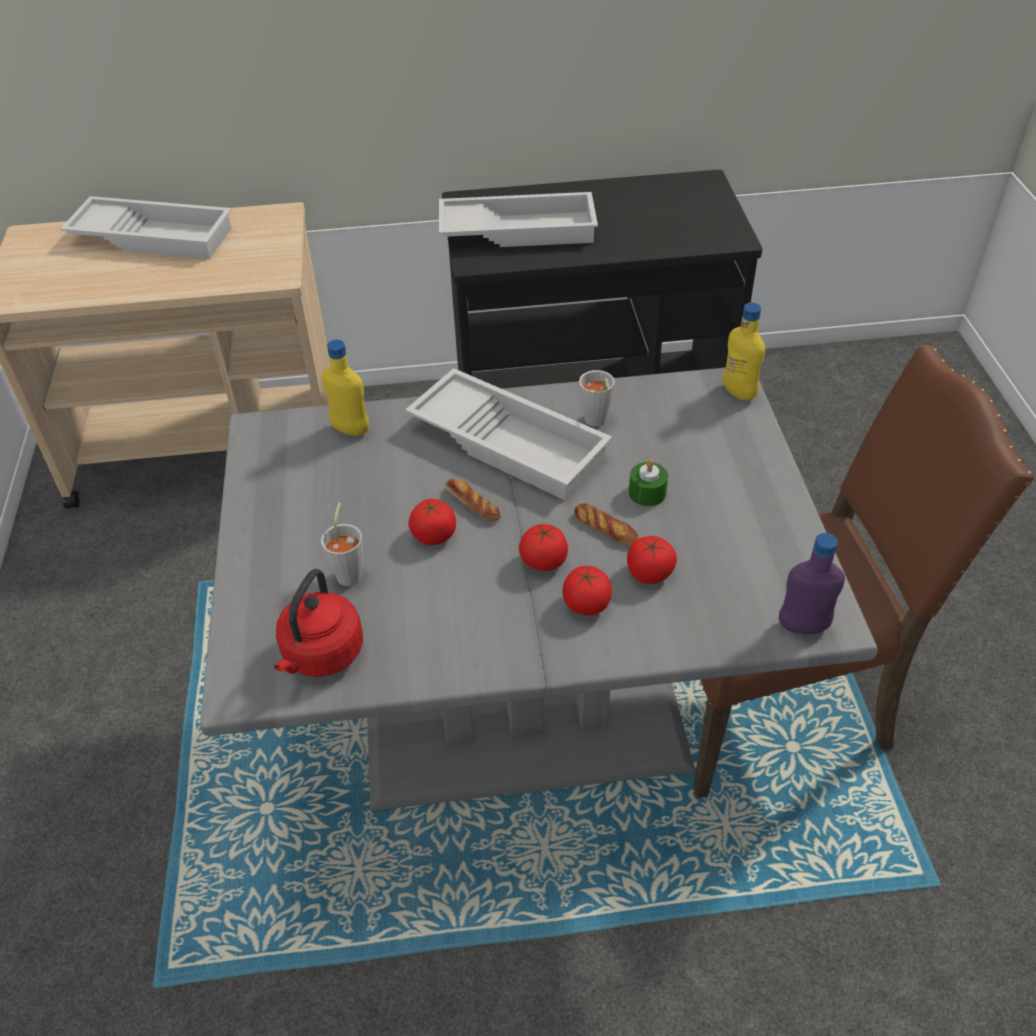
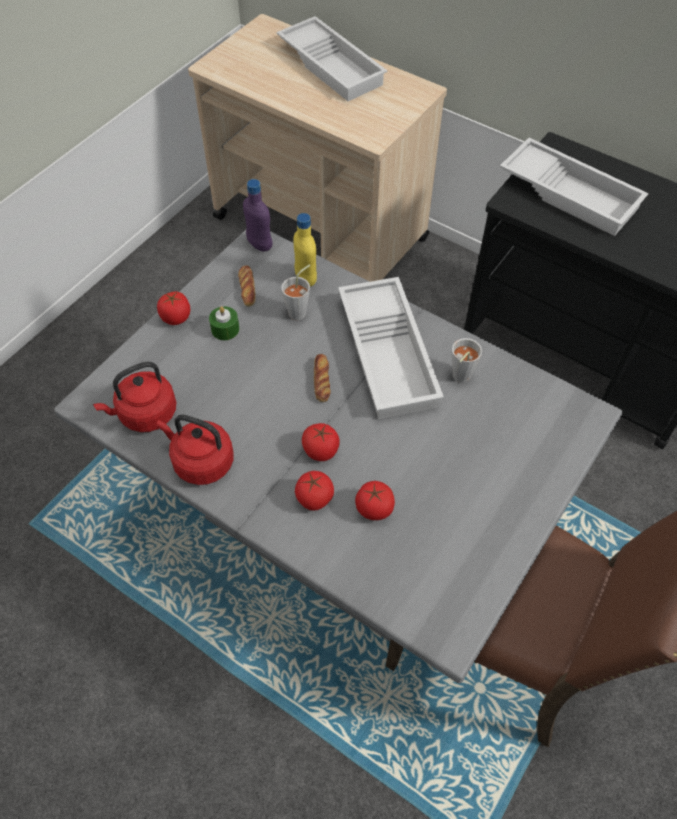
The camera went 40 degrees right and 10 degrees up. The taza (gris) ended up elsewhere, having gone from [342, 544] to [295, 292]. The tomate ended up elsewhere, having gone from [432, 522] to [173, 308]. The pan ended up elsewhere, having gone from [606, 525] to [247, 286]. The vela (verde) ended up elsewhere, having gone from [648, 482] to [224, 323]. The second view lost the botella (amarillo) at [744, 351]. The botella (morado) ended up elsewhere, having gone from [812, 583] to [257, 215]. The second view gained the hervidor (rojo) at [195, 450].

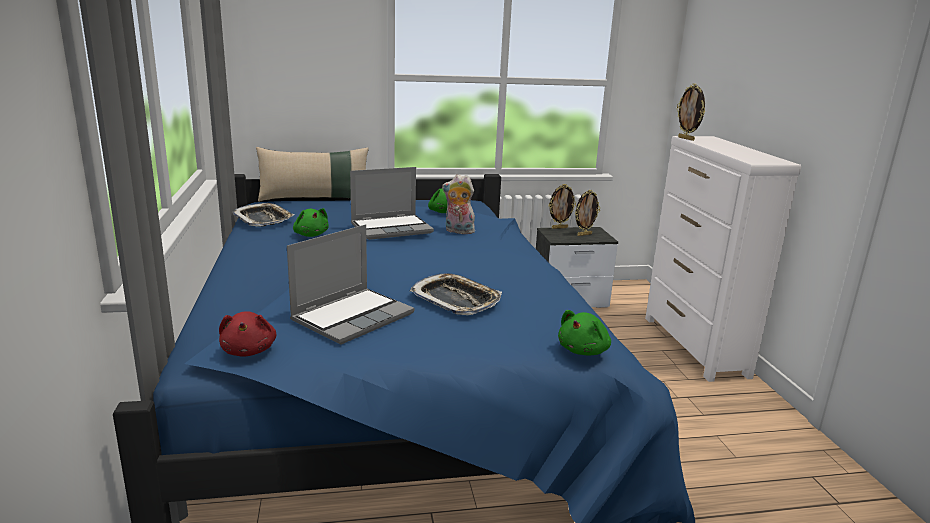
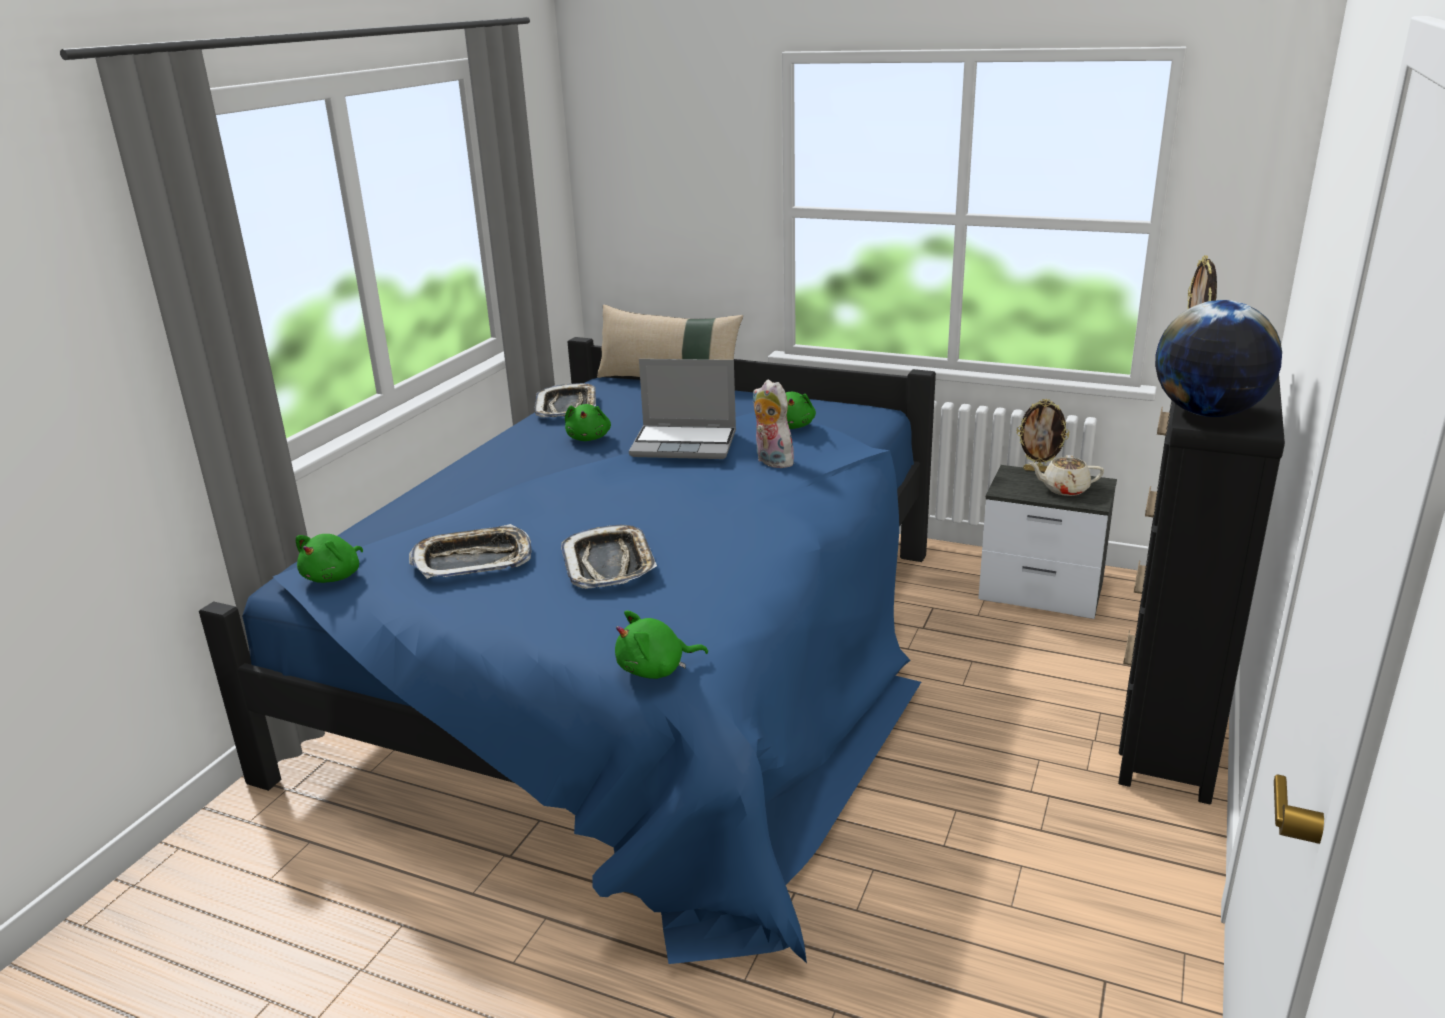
The camera went 35 degrees right and 5 degrees up. What was the peluche (rojo) at [247, 334] turned into the peluche (verde) at [329, 558]. Where the portátil stood at [351, 284], the bandeja came to stand at [470, 551]. Where the portarretratos stood at [587, 213], the tetera (beis) came to stand at [1066, 475]. What was the cómoda (blanco) at [723, 259] turned into the cómoda (negro) at [1201, 590]. The second view gained the globo terráqueo at [1218, 358].

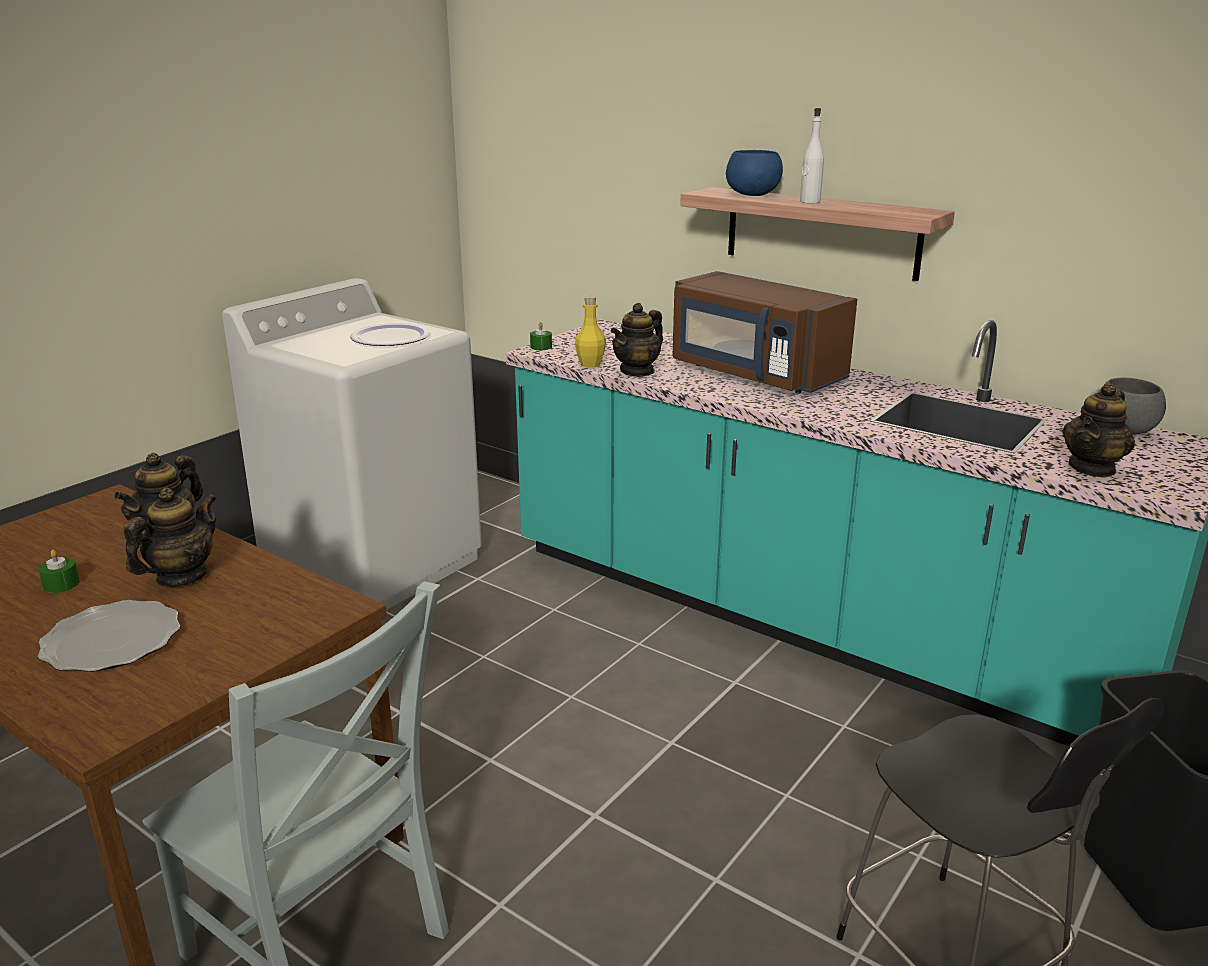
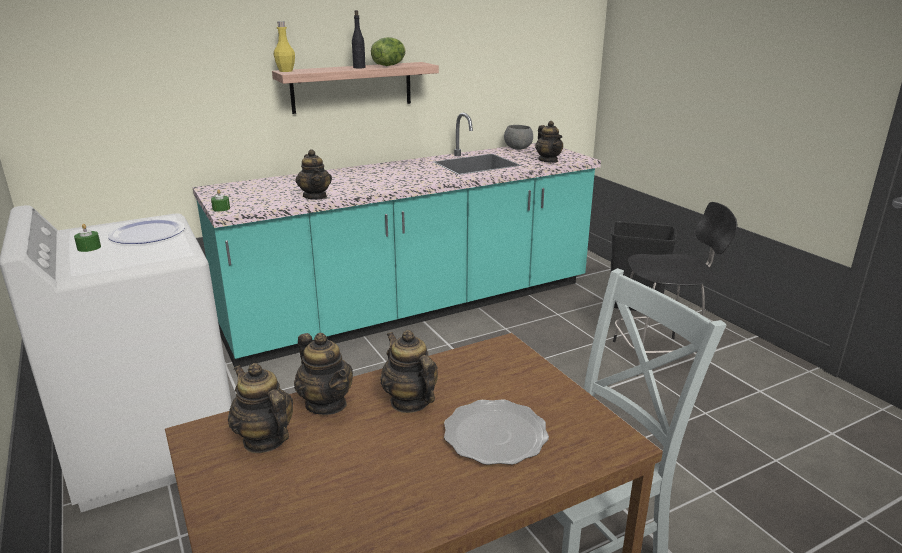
The camera went 65 degrees left and 0 degrees up. The vela (verde) ended up elsewhere, having gone from [59, 571] to [87, 238]. The botella (amarillo) ended up elsewhere, having gone from [590, 332] to [284, 46]. The second view lost the microondas (marrón) at [765, 332]. The second view lost the cuenco (azul) at [754, 173]. What was the botella (blanco) at [812, 155] turned into the botella (negro) at [359, 39]. The second view gained the tetera at [260, 408]. The second view gained the lechuga at [388, 51].

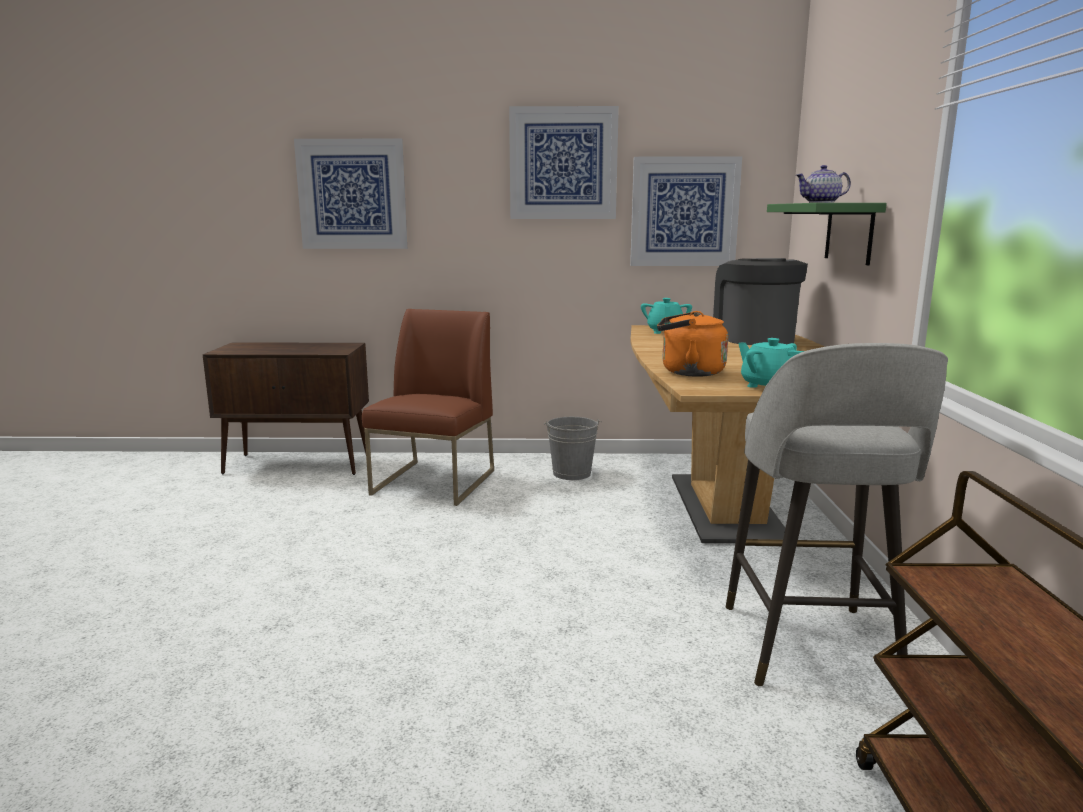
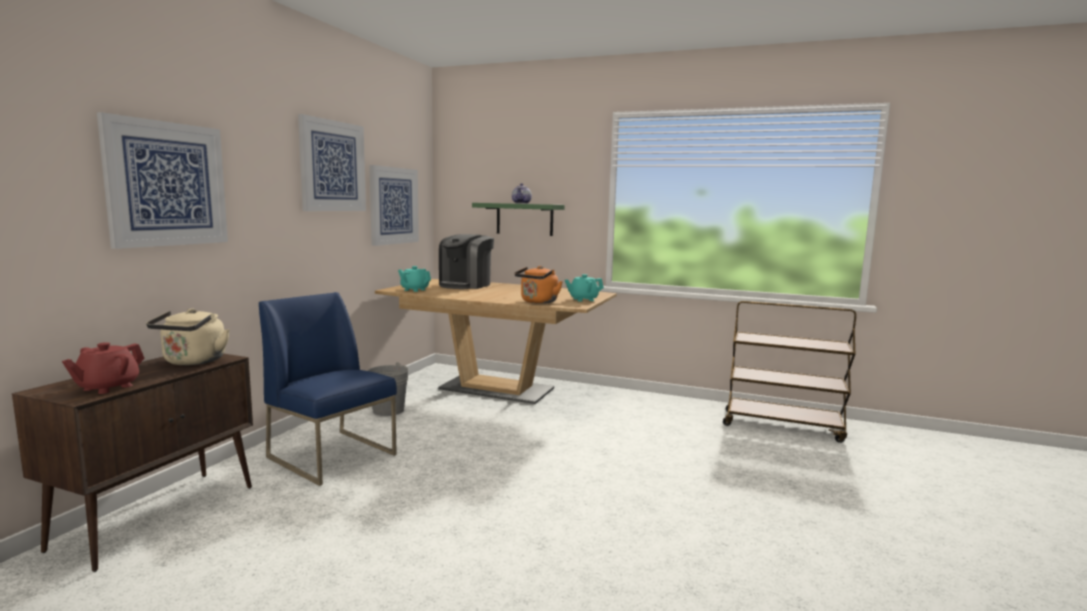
The camera went 70 degrees left and 5 degrees down. What was the silla (marrón) at [428, 407] turned into the silla (azul) at [328, 389]. The cafetera at [760, 301] ended up facing another way, 75 degrees counterclockwise from before. The second view lost the taburete (gris) at [837, 514]. The second view gained the tetera (rojo) at [103, 368]. The second view gained the hervidor (beis) at [188, 337].

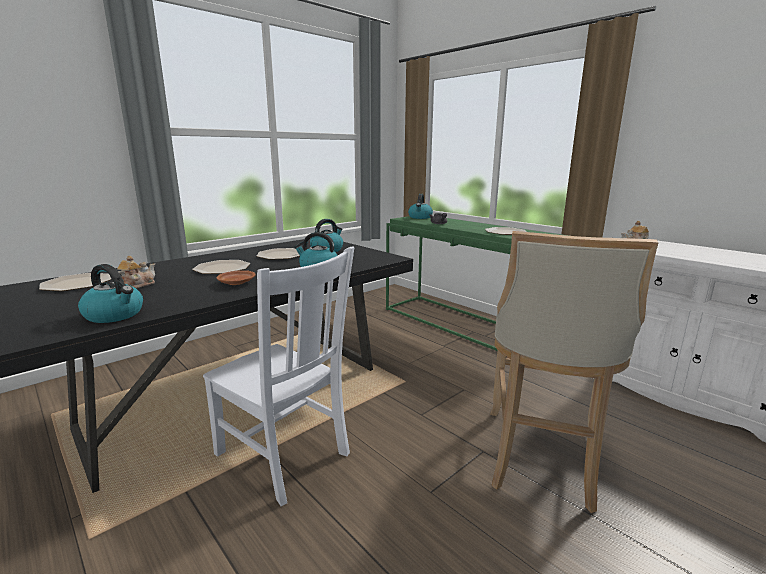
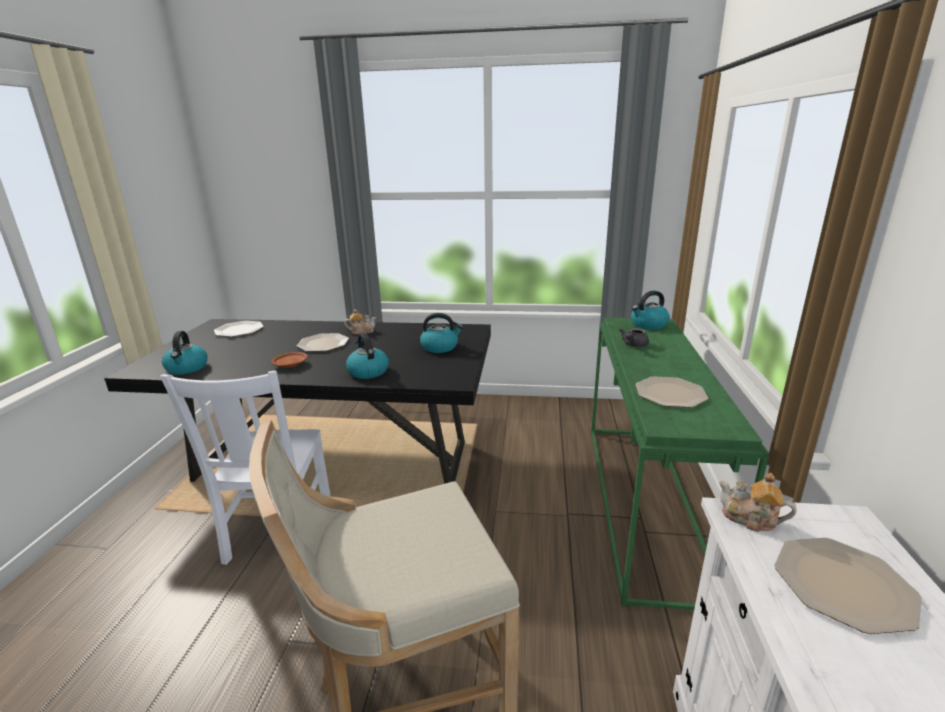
The camera went 50 degrees right and 5 degrees up. The tetera ended up elsewhere, having gone from [136, 272] to [360, 321]. The plato ended up elsewhere, having gone from [278, 254] to [848, 586].

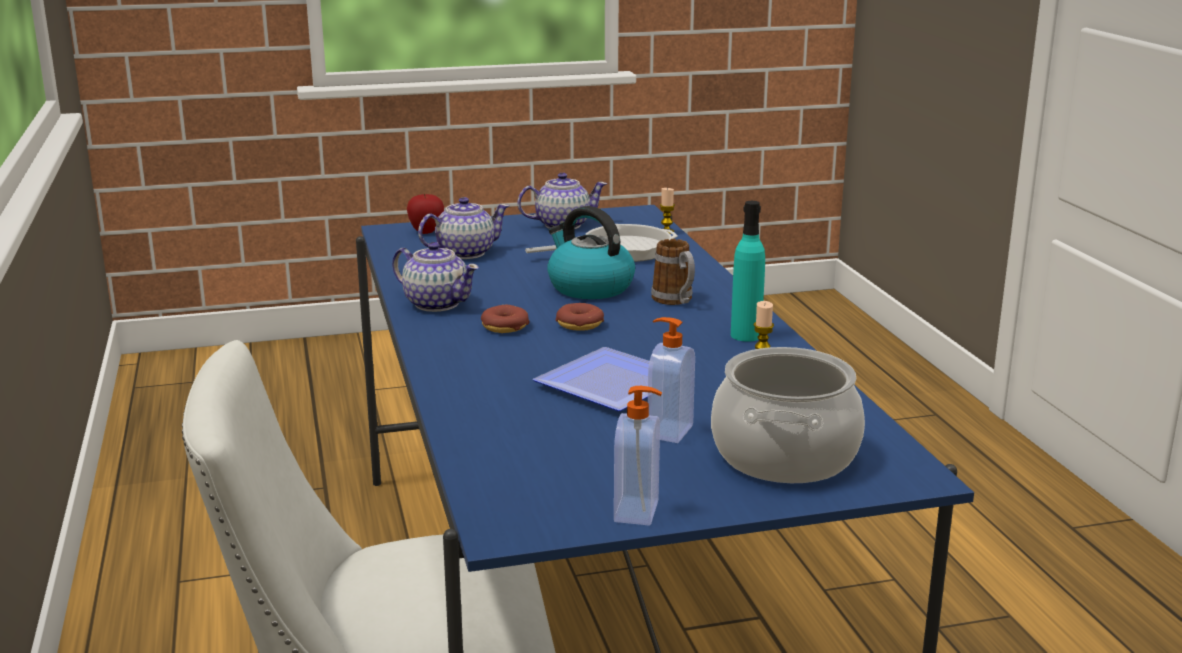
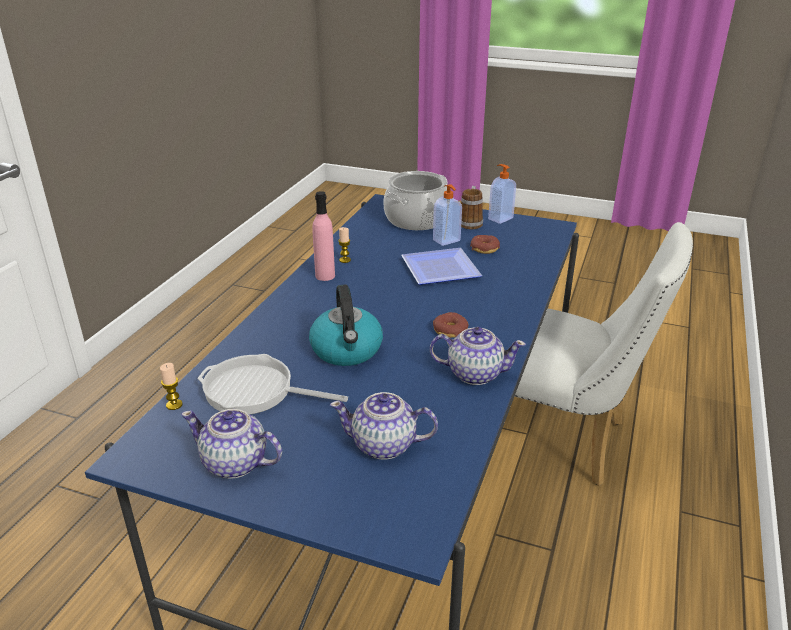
The camera went 145 degrees left and 10 degrees up. The tetera at [435, 277] ended up facing another way, 120 degrees clockwise from before. The second view lost the manzana at [425, 213]. The rosquilla ended up elsewhere, having gone from [579, 317] to [485, 244]. The taza grande ended up elsewhere, having gone from [673, 272] to [472, 207]. What was the botella (turquesa) at [748, 271] turned into the botella (rosa) at [323, 236].

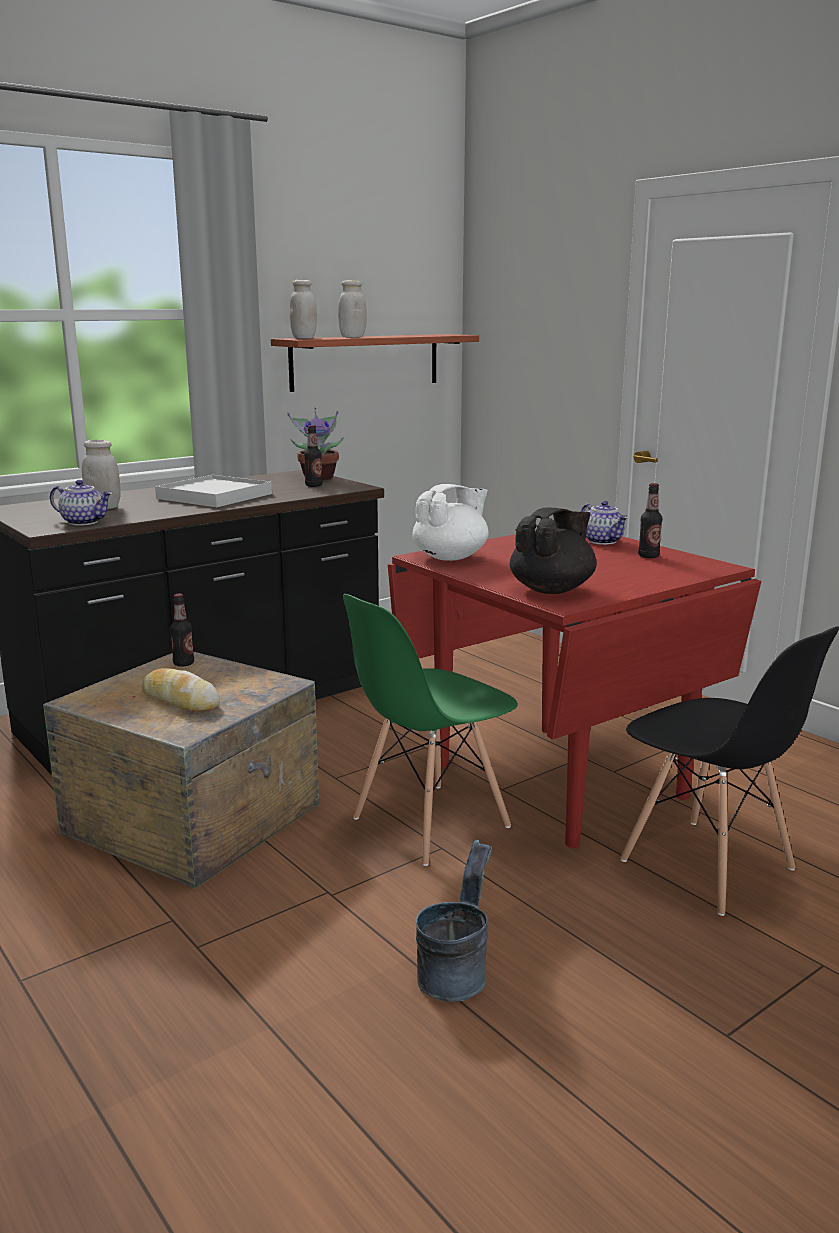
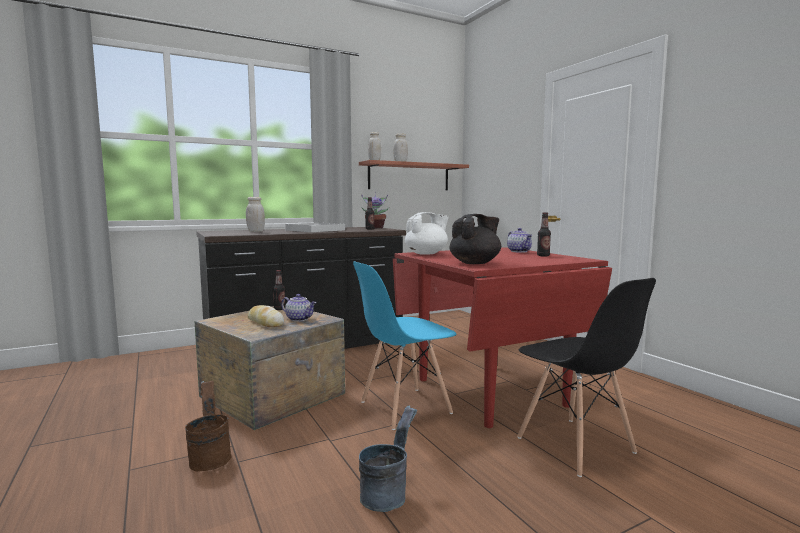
The camera went 10 degrees right and 10 degrees down. The tetera ended up elsewhere, having gone from [81, 503] to [298, 308]. What was the silla (verde) at [430, 730] turned into the silla (azul) at [404, 345]. The second view gained the cubo (marrón) at [208, 426].

